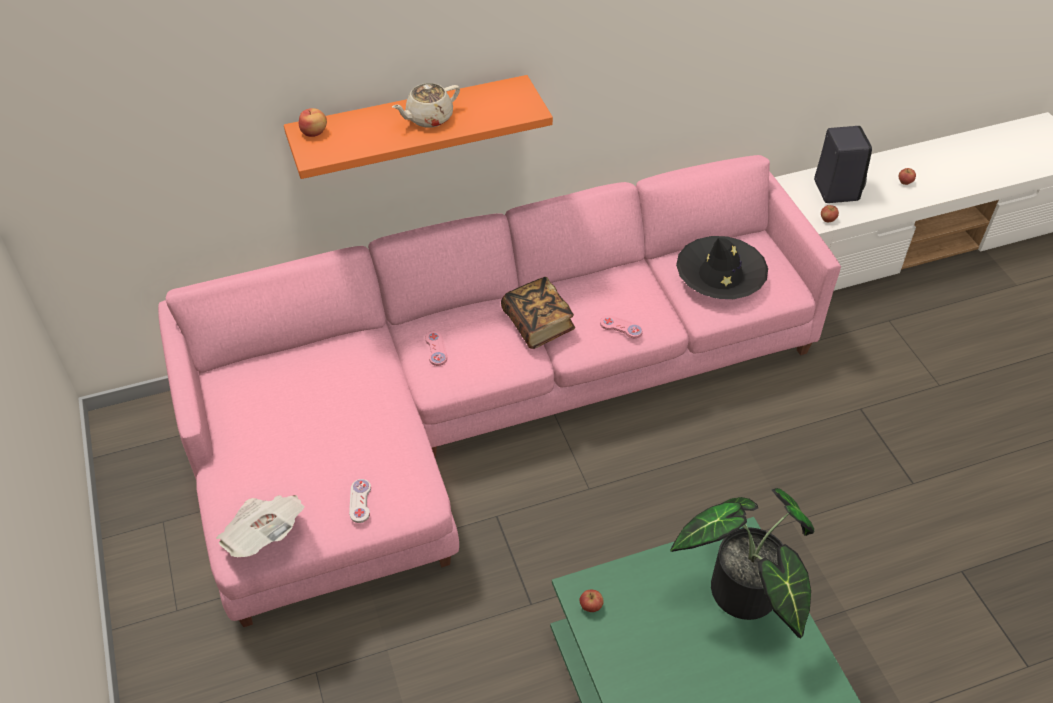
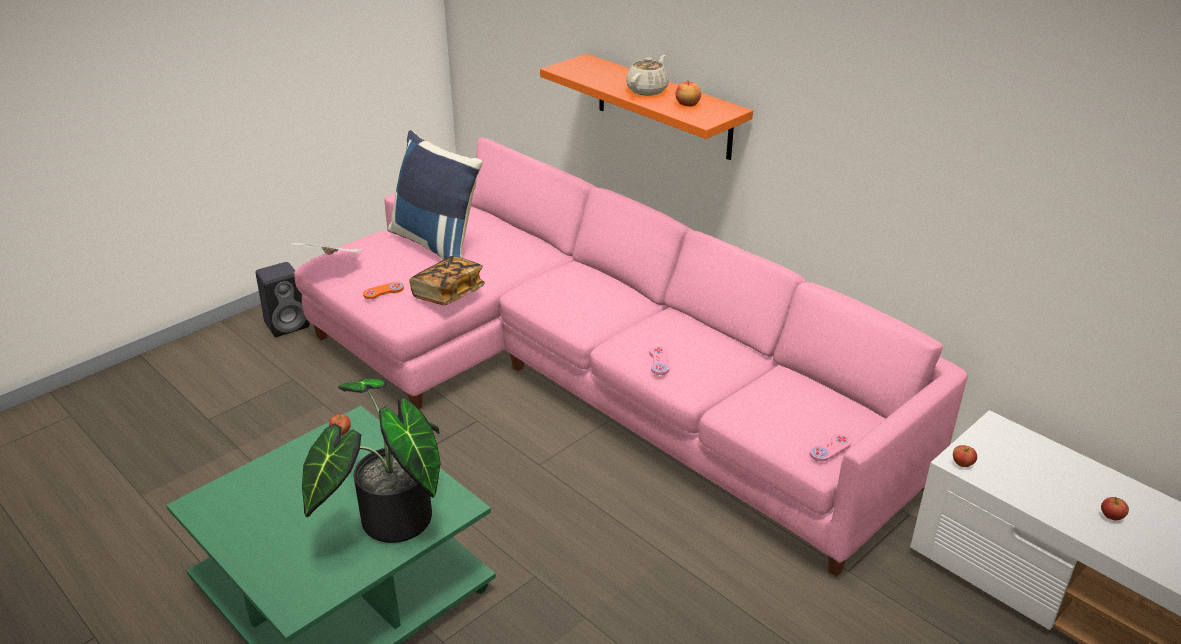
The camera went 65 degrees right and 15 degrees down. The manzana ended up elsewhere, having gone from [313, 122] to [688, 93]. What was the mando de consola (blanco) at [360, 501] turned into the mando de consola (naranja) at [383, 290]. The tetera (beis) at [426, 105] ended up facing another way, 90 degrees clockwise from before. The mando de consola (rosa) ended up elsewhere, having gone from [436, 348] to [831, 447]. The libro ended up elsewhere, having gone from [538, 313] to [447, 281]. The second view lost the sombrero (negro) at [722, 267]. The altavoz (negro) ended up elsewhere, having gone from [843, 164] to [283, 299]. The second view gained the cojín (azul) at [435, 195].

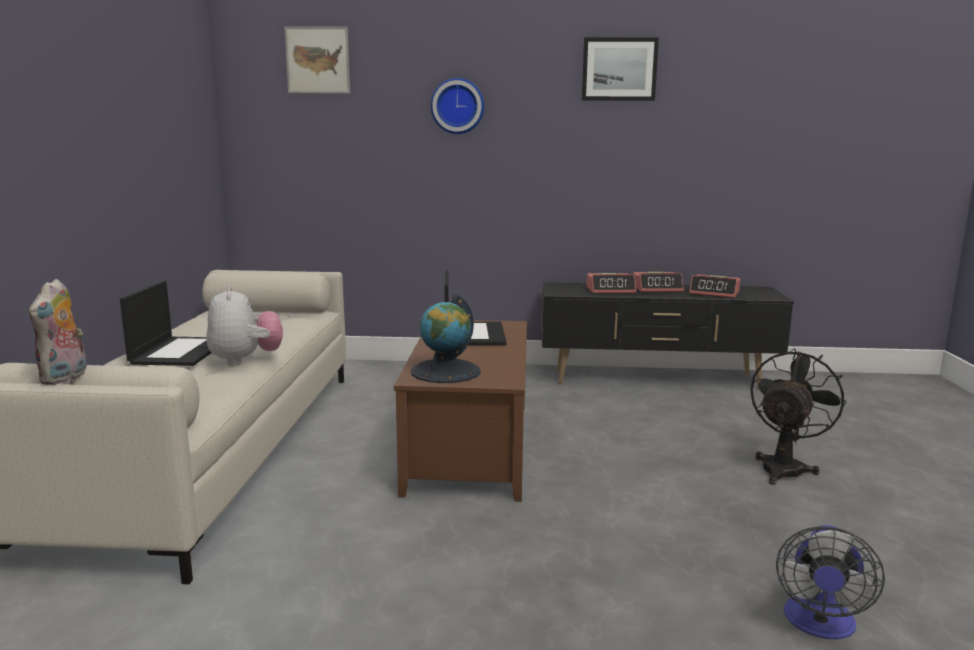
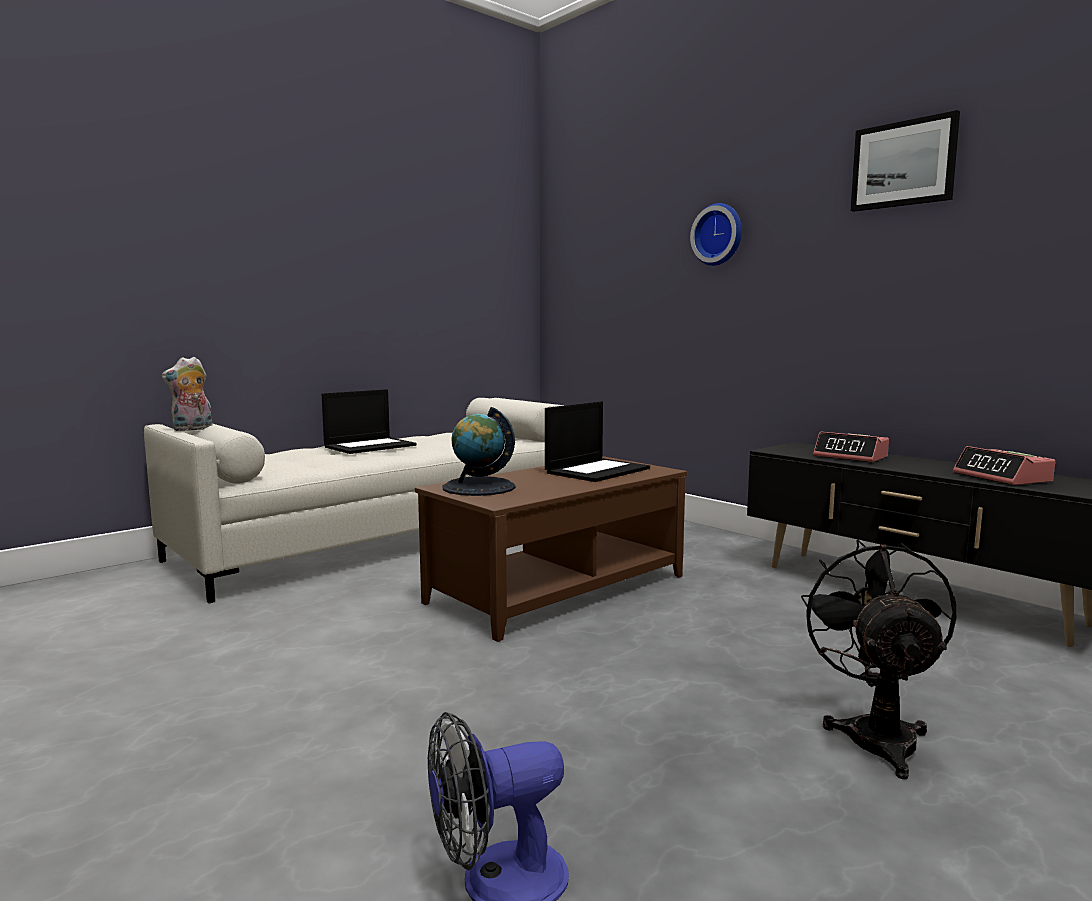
The camera went 45 degrees right and 5 degrees down. The second view lost the peluche at [244, 326]. The second view lost the cuadro at [317, 60]. The second view lost the despertador at [658, 282]. The ventilador (negro) at [798, 416] ended up facing another way, 75 degrees counterclockwise from before.

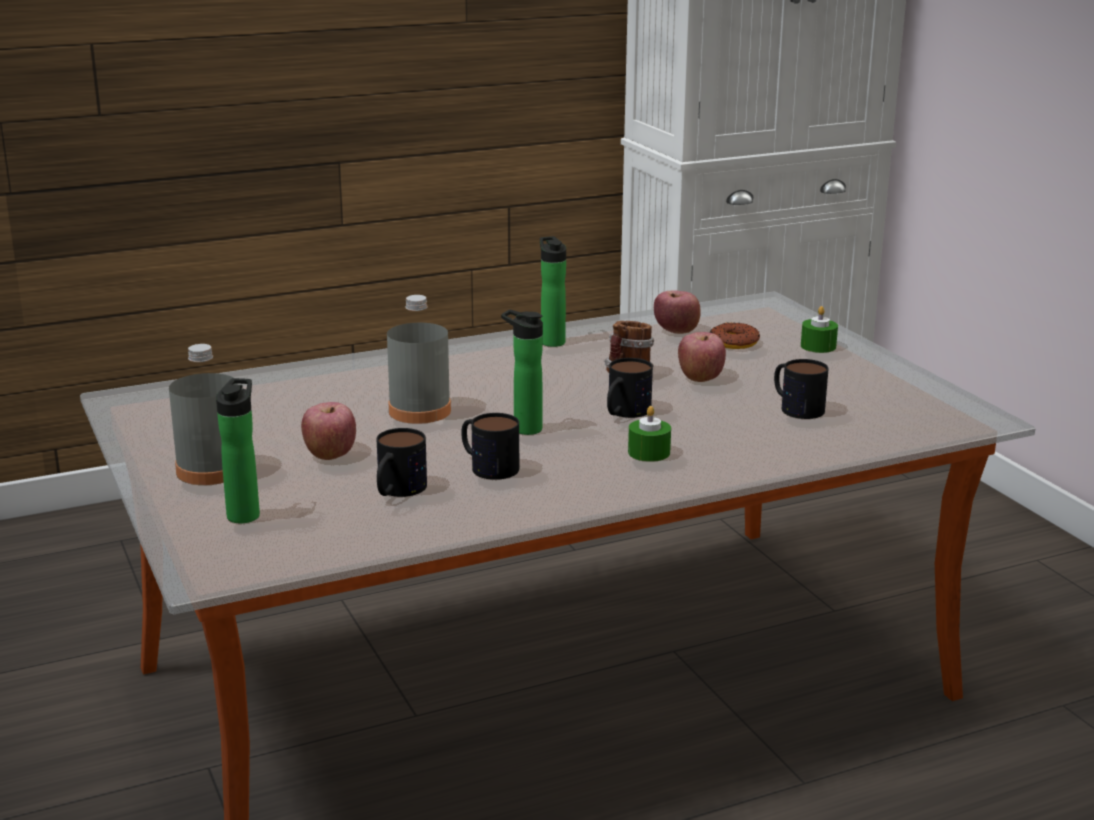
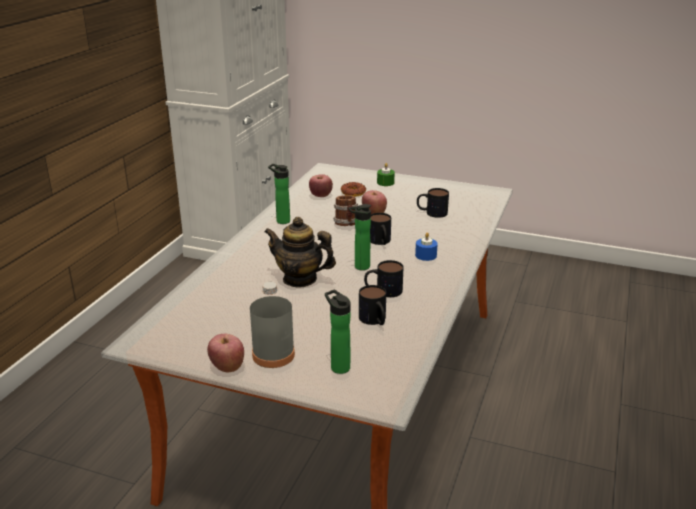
The camera went 45 degrees left and 5 degrees up. The manzana ended up elsewhere, having gone from [328, 431] to [225, 353]. Where the botella (gris) stood at [419, 359], the tetera came to stand at [300, 252]. What was the vela (verde) at [649, 434] turned into the vela (azul) at [426, 246].

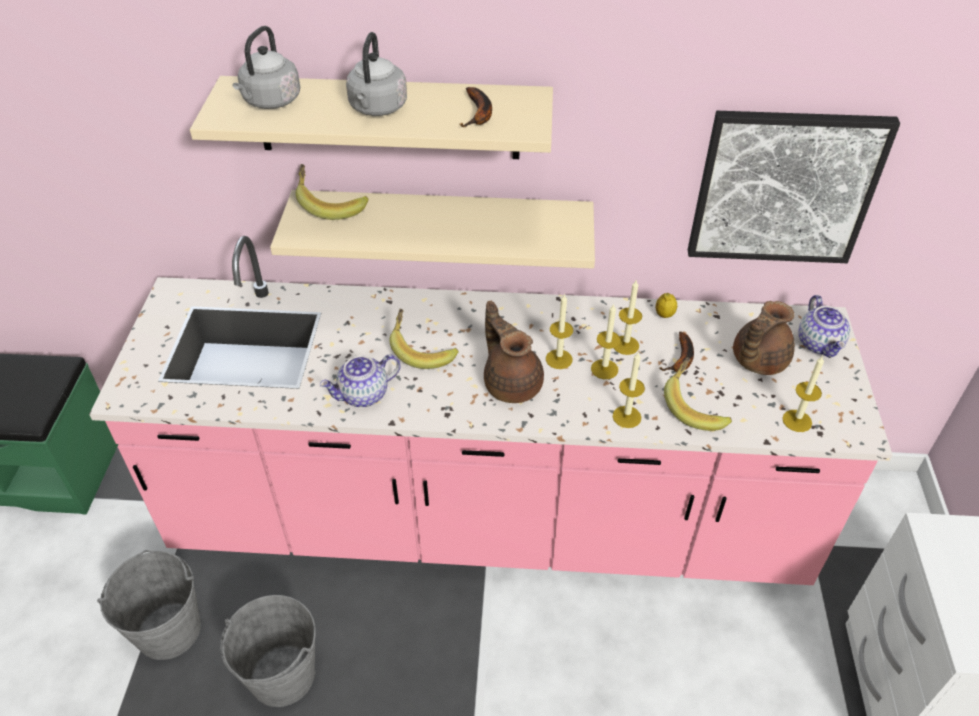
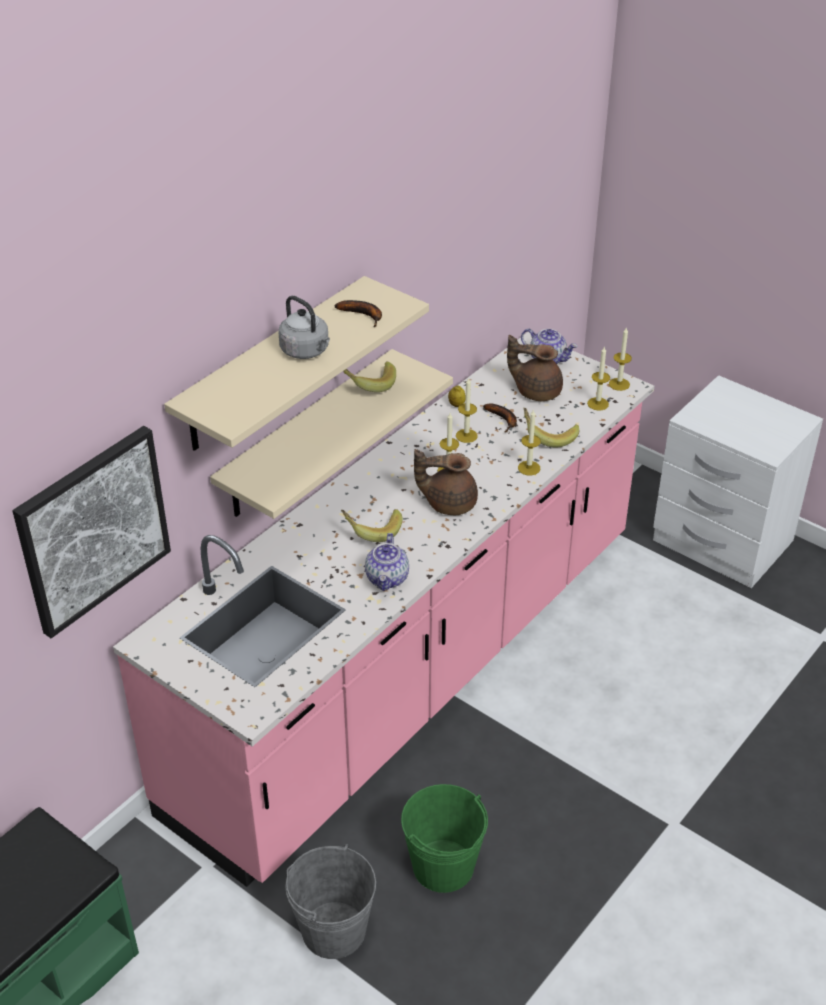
The camera went 55 degrees left and 5 degrees down. What was the cubo (gris) at [268, 651] turned into the cubo (verde) at [444, 838]. The second view lost the hervidor (gris) at [266, 67]. The plátano ended up elsewhere, having gone from [332, 192] to [370, 376]. The vela ended up elsewhere, having gone from [606, 341] to [620, 359]. The cuadro ended up elsewhere, having gone from [794, 187] to [92, 532]. The tetera (marrón) at [764, 338] ended up facing another way, 120 degrees clockwise from before.

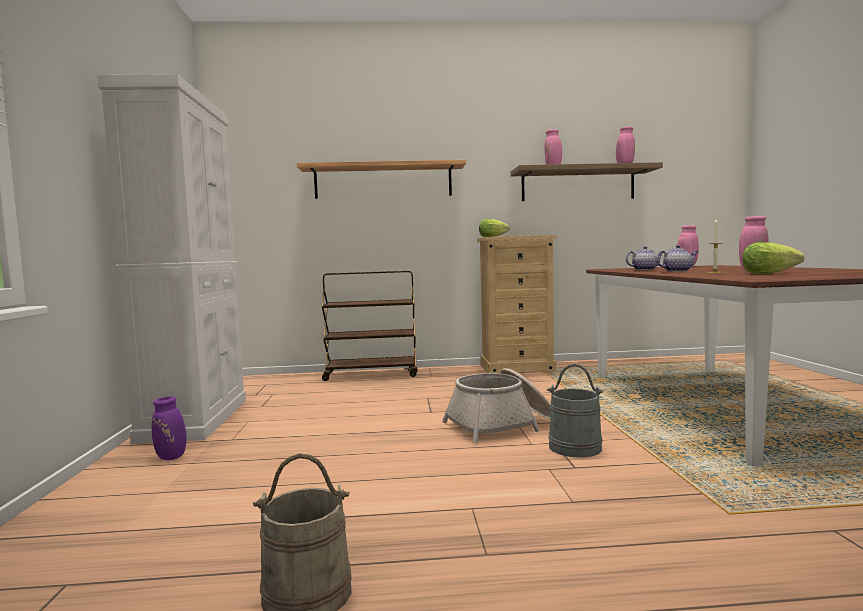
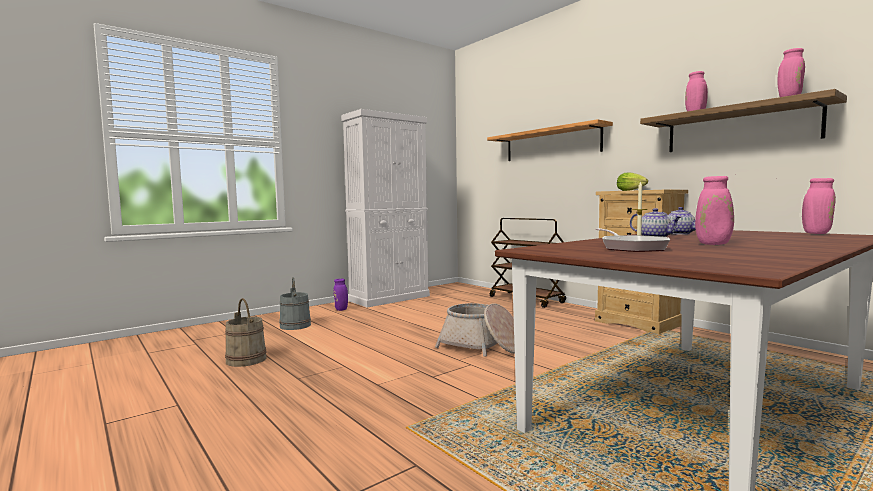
The camera went 55 degrees right and 0 degrees up. The cubo (gris) ended up elsewhere, having gone from [575, 411] to [295, 303]. Where the lechuga stood at [774, 258], the sartén came to stand at [632, 240].

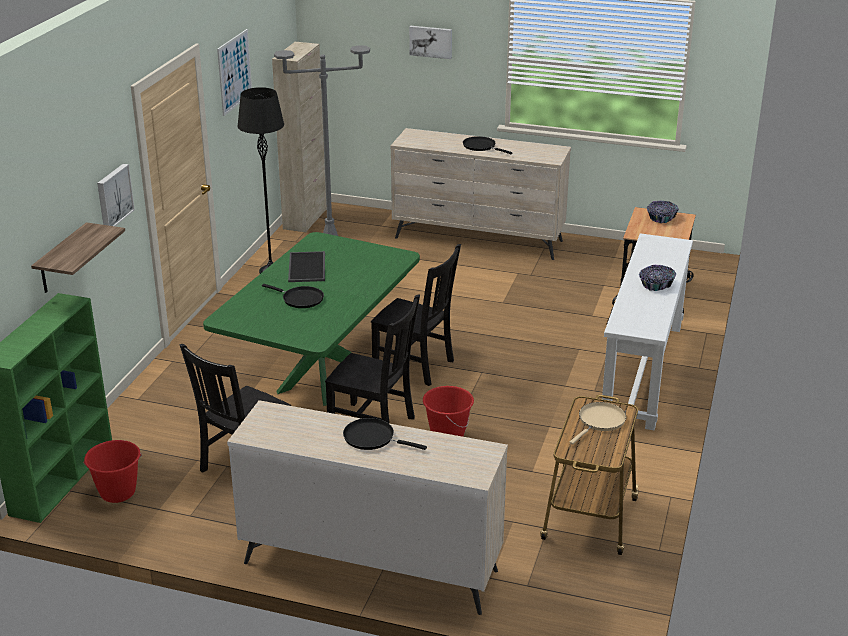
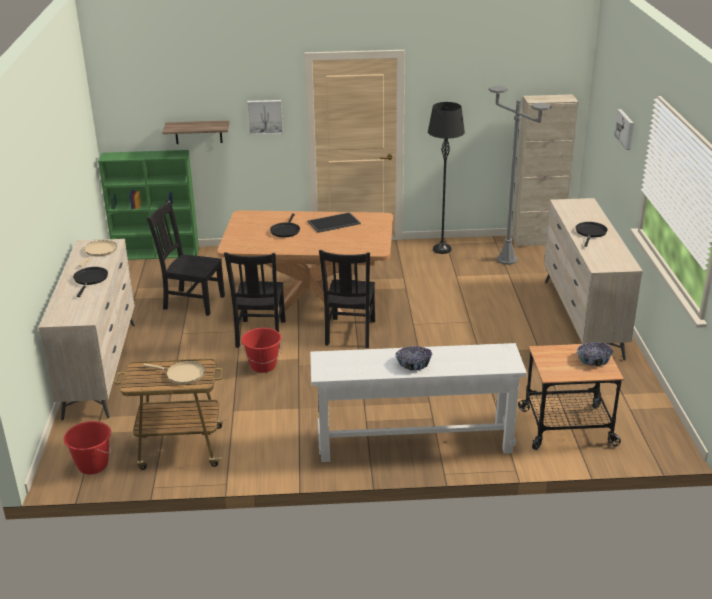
The camera went 70 degrees right and 0 degrees up. The cubo (rojo) ended up elsewhere, having gone from [112, 471] to [87, 448]. What was the mesa de comedor (verde) at [311, 319] turned into the mesa de comedor (marrón) at [305, 261]. The second view lost the cuadro at [234, 72]. The second view gained the sartén (beis) at [98, 253].

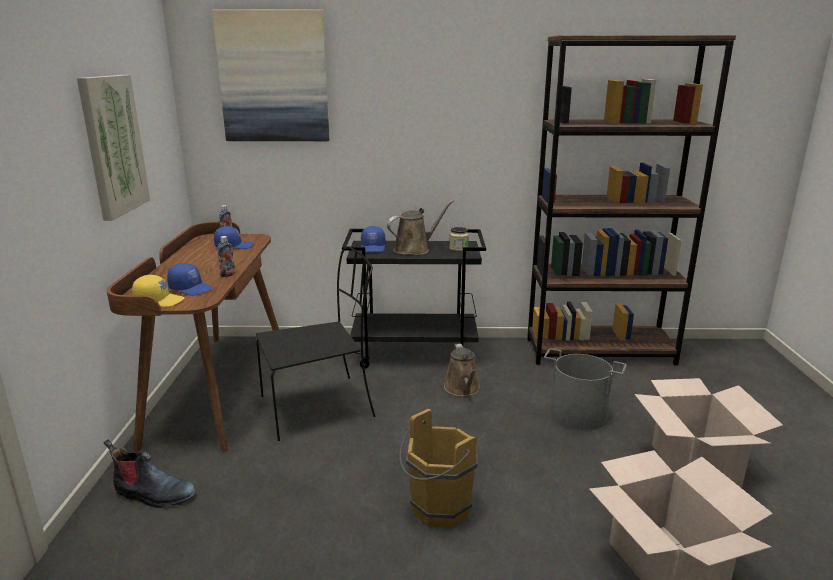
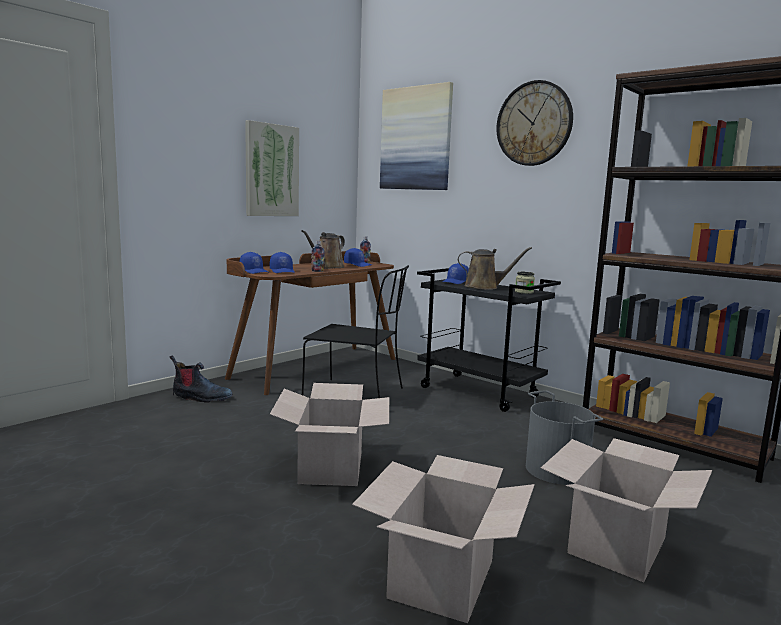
The camera went 40 degrees right and 10 degrees down. The bota at [150, 473] ended up facing another way, 45 degrees counterclockwise from before. What was the gorra (amarillo) at [158, 291] turned into the gorra (azul) at [253, 263]. Where the cubo (marrón) stood at [438, 468], the caja de cartón came to stand at [329, 434]. The regadera (marrón) ended up elsewhere, having gone from [462, 370] to [323, 249]. The second view gained the reloj de pared at [534, 123].

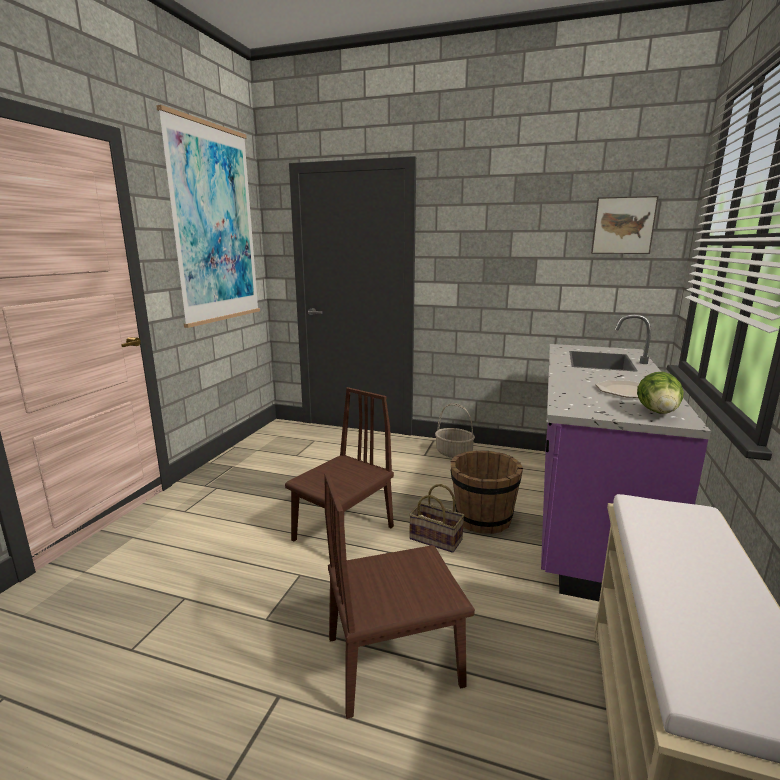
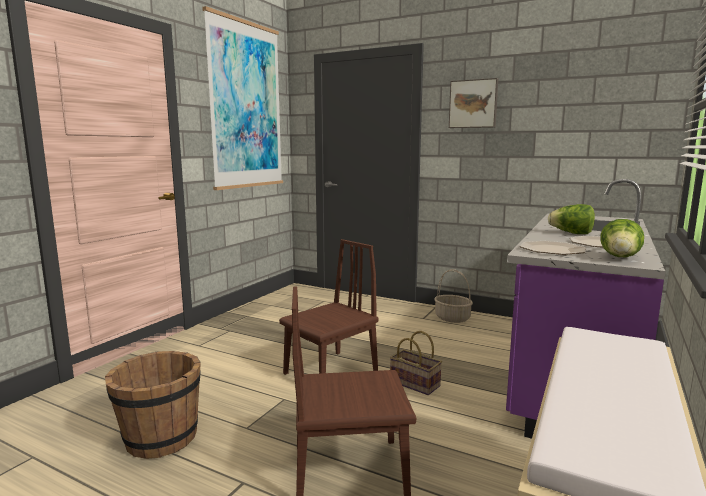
The camera went 10 degrees right and 5 degrees down. The cubo (marrón) ended up elsewhere, having gone from [487, 492] to [153, 405]. The cuadro ended up elsewhere, having gone from [625, 225] to [473, 103]. The second view gained the plato at [553, 248]. The second view gained the lechuga at [571, 219].

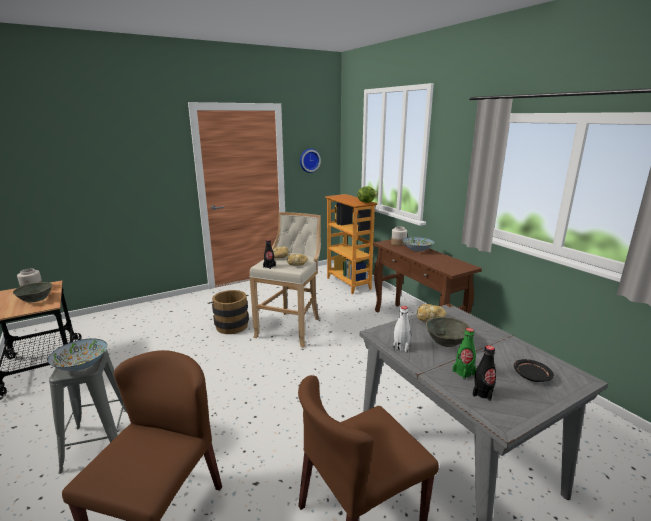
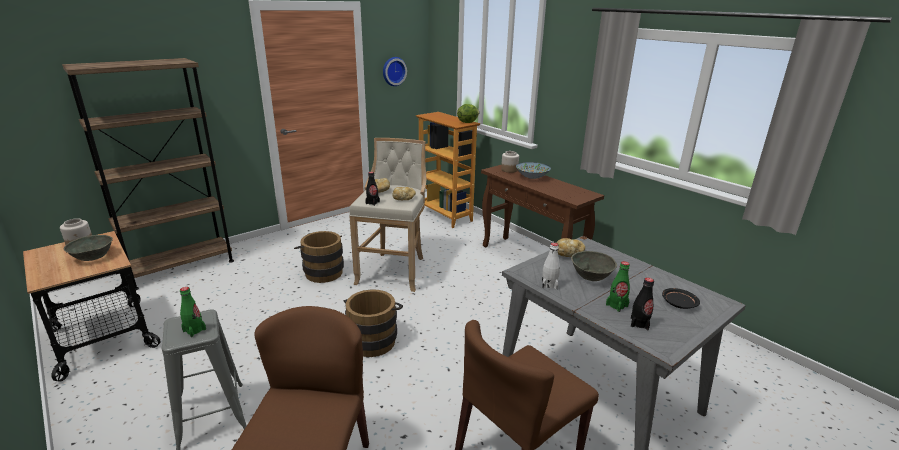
The camera went 10 degrees left and 5 degrees up. Where the cuenco stood at [77, 354], the botella (verde) came to stand at [193, 312]. The second view gained the estantería (marrón) at [148, 174]. The second view gained the cubo (marrón) at [373, 323].

